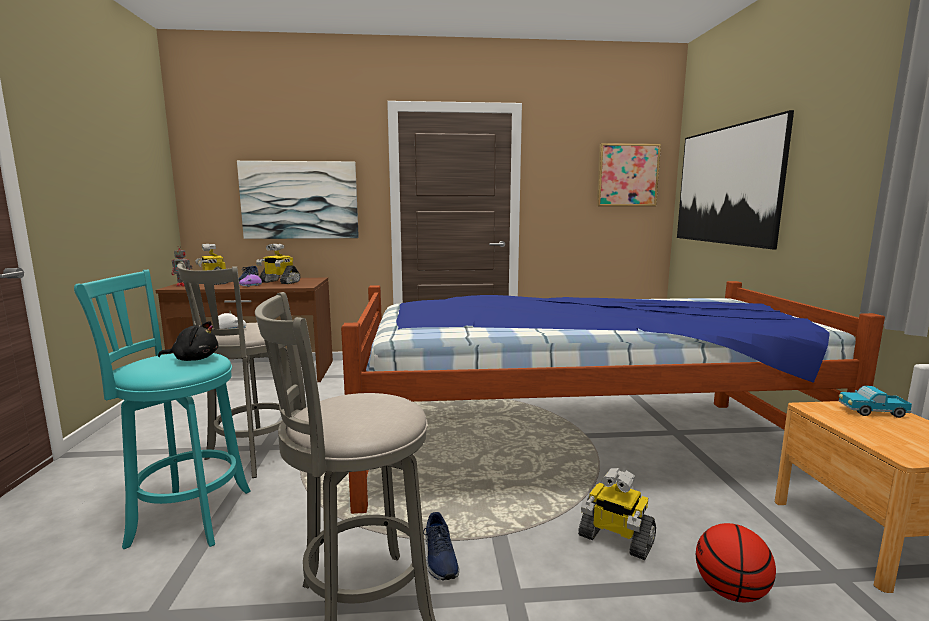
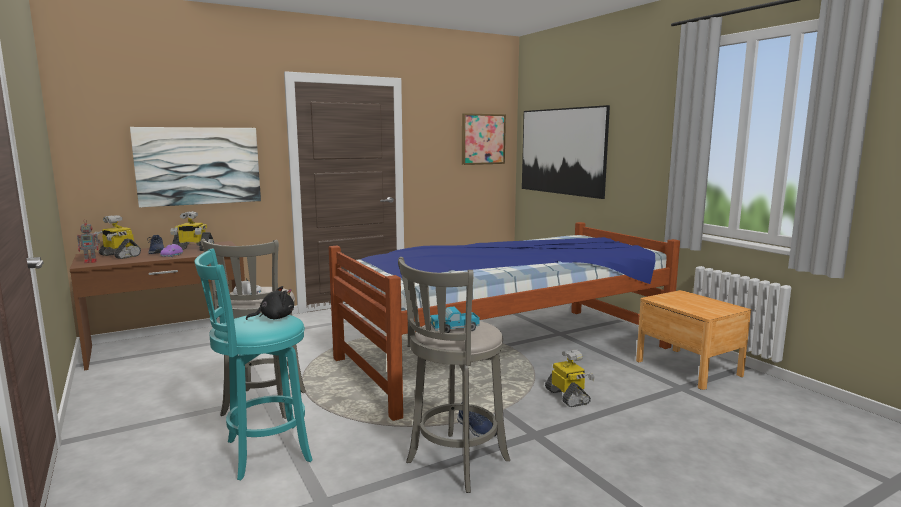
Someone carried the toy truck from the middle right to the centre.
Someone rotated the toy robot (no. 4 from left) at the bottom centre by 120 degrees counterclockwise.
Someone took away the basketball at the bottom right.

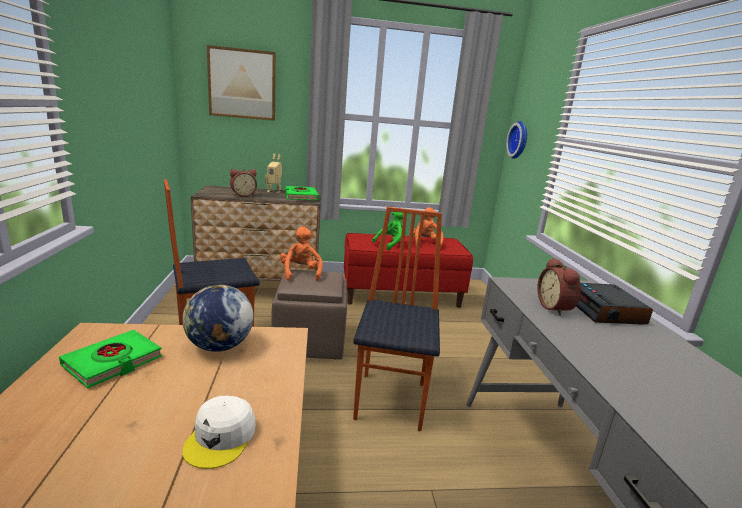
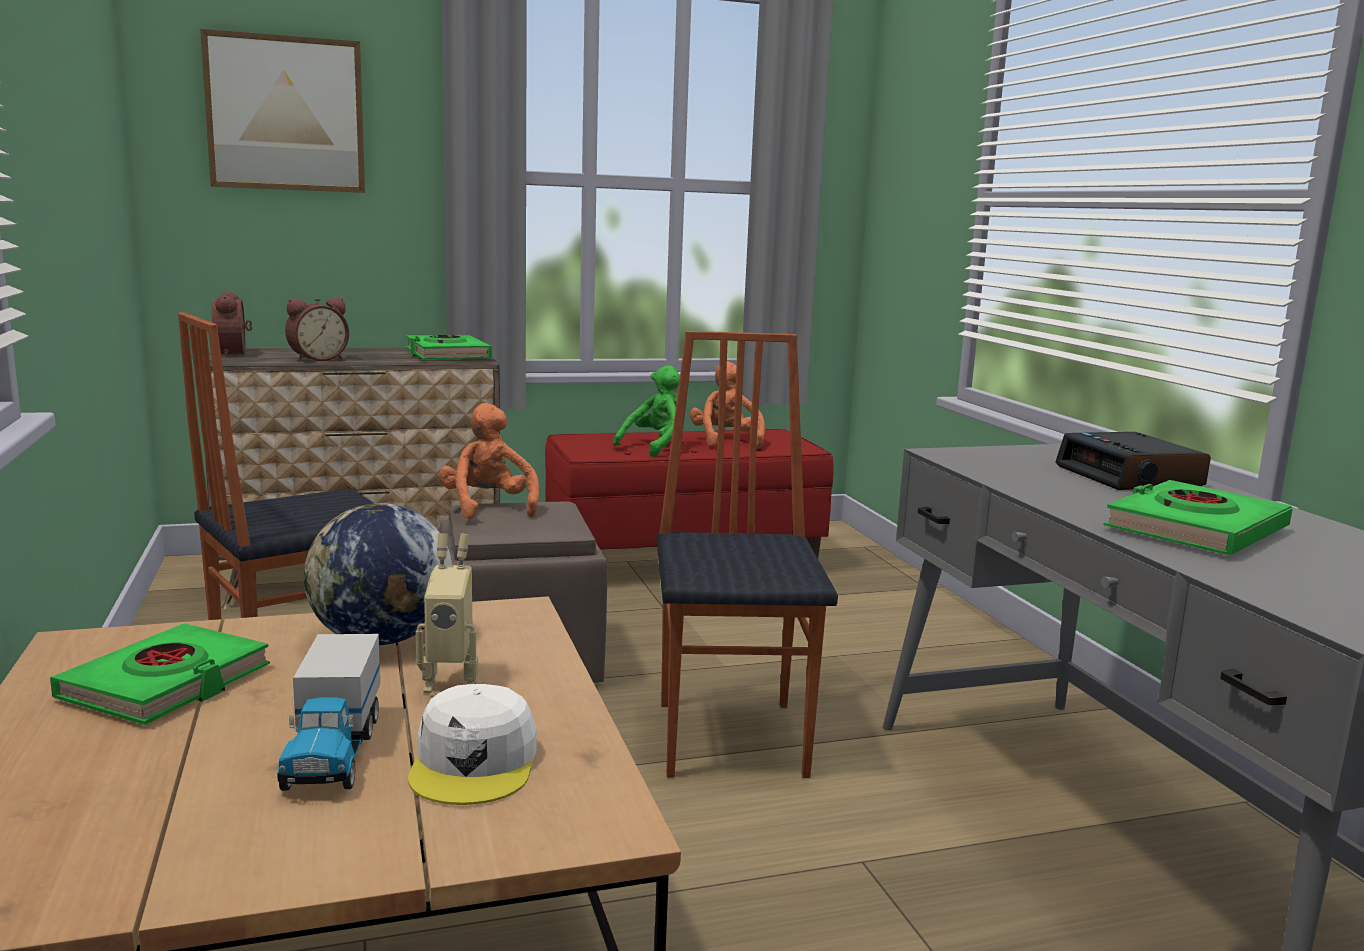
Someone took away the wall clock at the top right.
Someone carried the toy robot from the centre to the middle left.
Someone carried the alarm clock (no. 2 from left in the first image) from the middle right to the middle left.
Someone put down the green book (no. 3 from left) at the middle right.
Someone put down the toy truck at the bottom left.

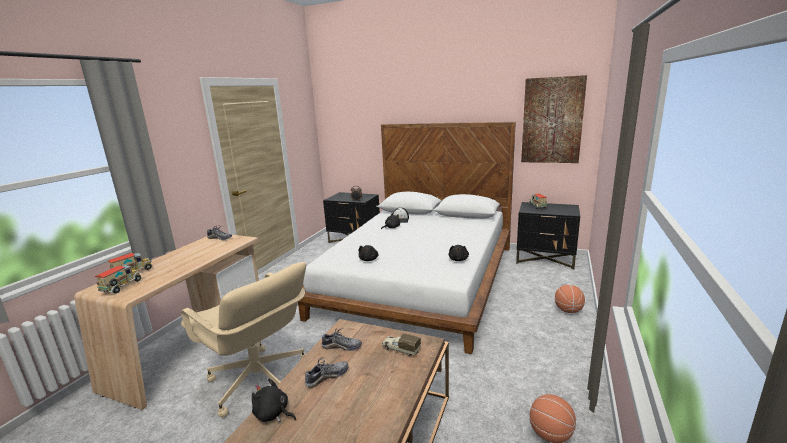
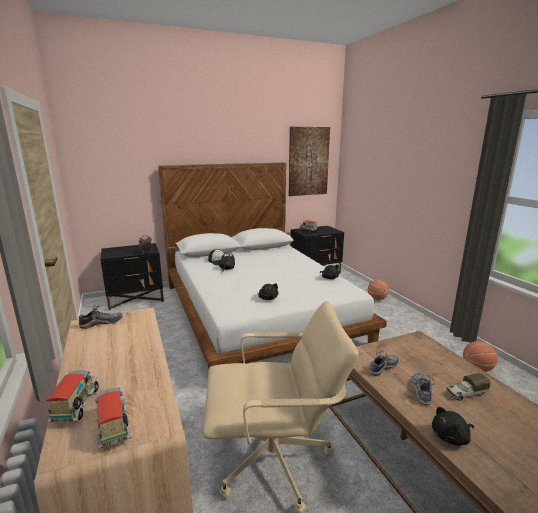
Someone carried the toy truck (no. 3 from left in the first image) from the bottom centre to the bottom right.

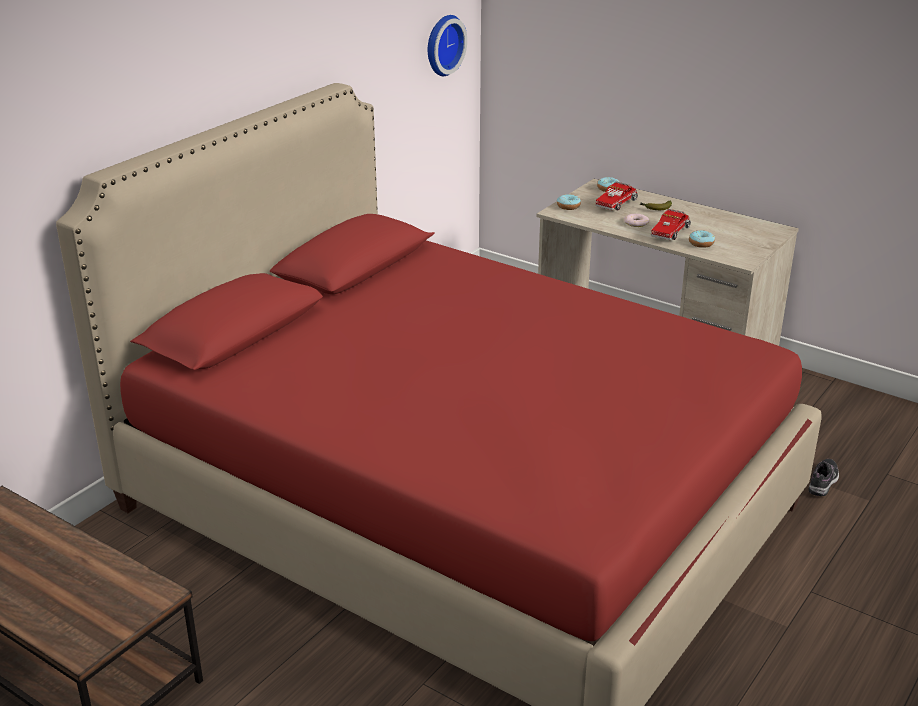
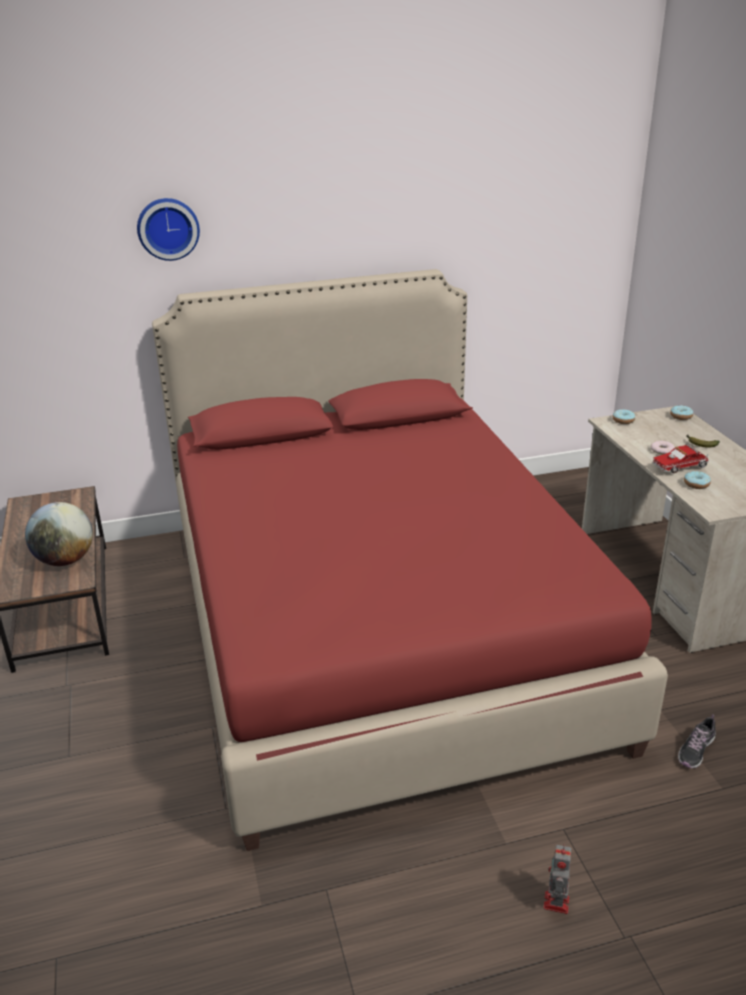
Someone carried the wall clock from the top centre to the top left.
Someone took away the toy truck (no. 1 from left) at the top right.
Someone rotated the shoe at the bottom right by 150 degrees clockwise.
Someone put down the globe at the middle left.
Someone put down the toy robot at the bottom right.

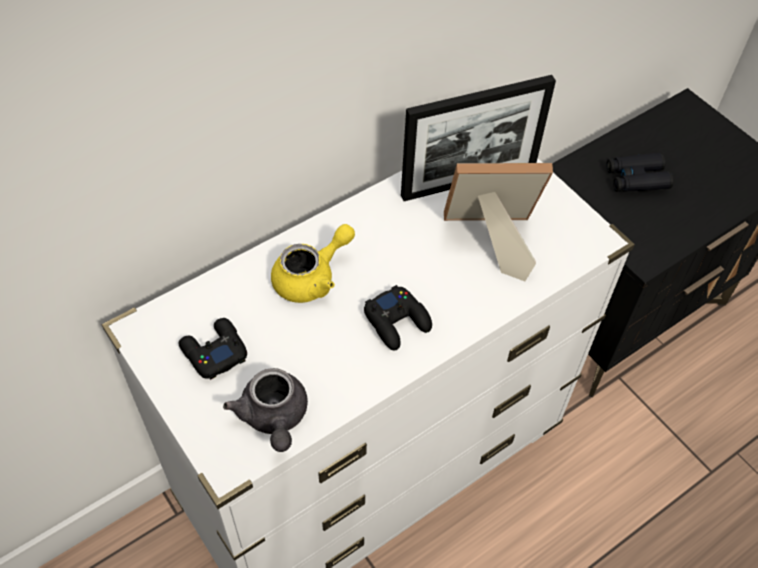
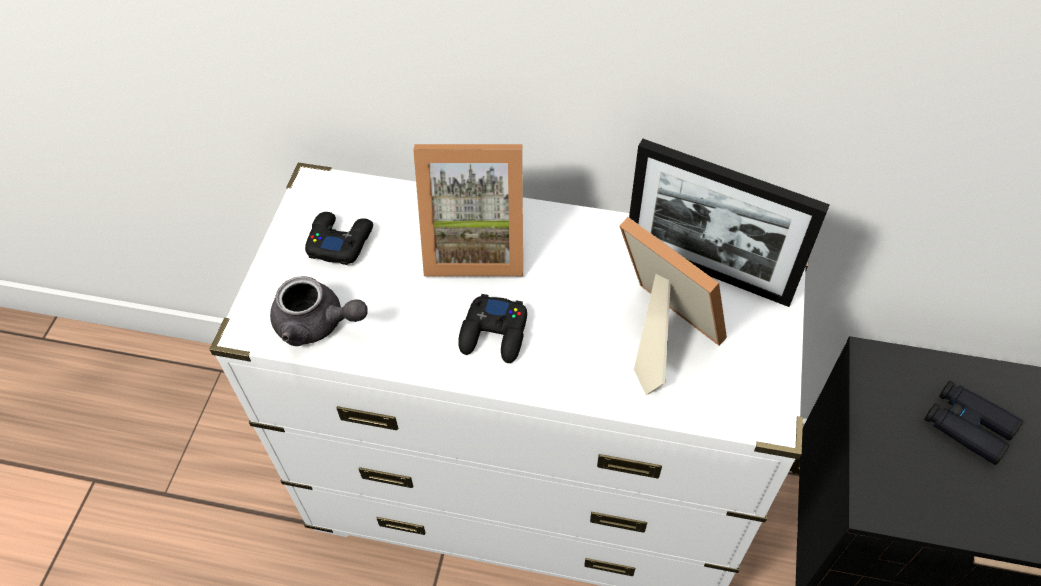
Someone swapped the yellow teapot at the centre for the picture frame (no. 1 from left) at the centre.
Someone rotated the grey teapot at the bottom centre by 105 degrees counterclockwise.

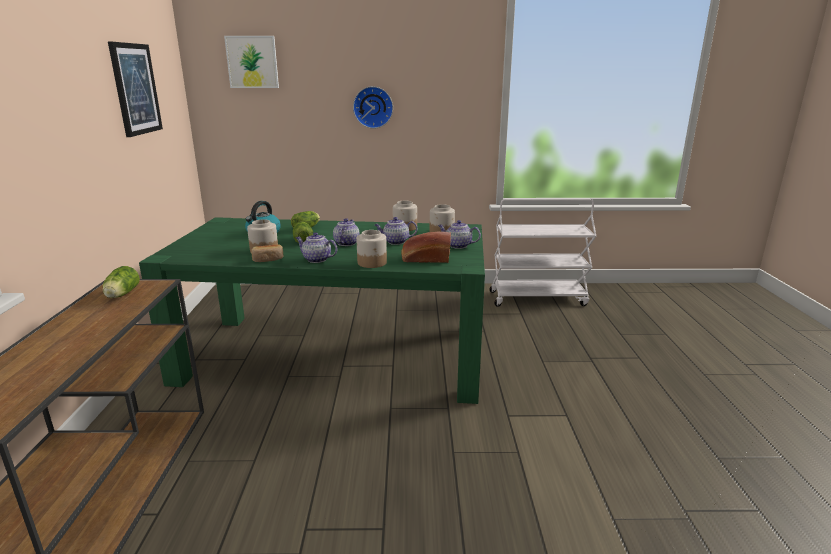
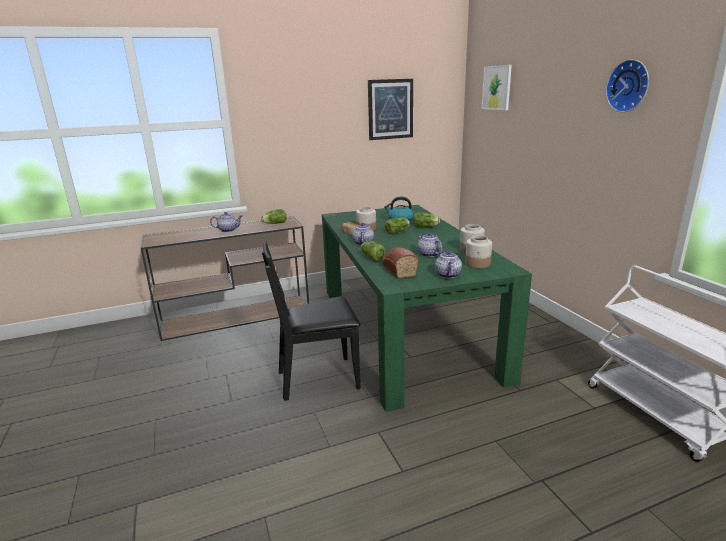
Someone carried the wall clock from the top centre to the top right.
Someone carried the teapot (no. 2 from left in the first image) from the centre to the middle left.
Someone swapped the jar (no. 2 from left) at the centre for the lettuce (no. 2 from left) at the centre.
Someone put down the black chair at the centre.

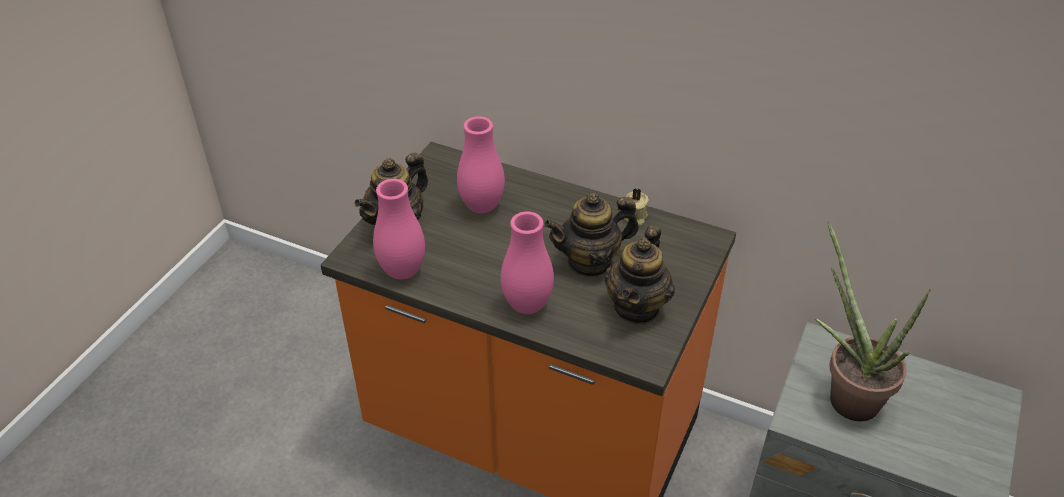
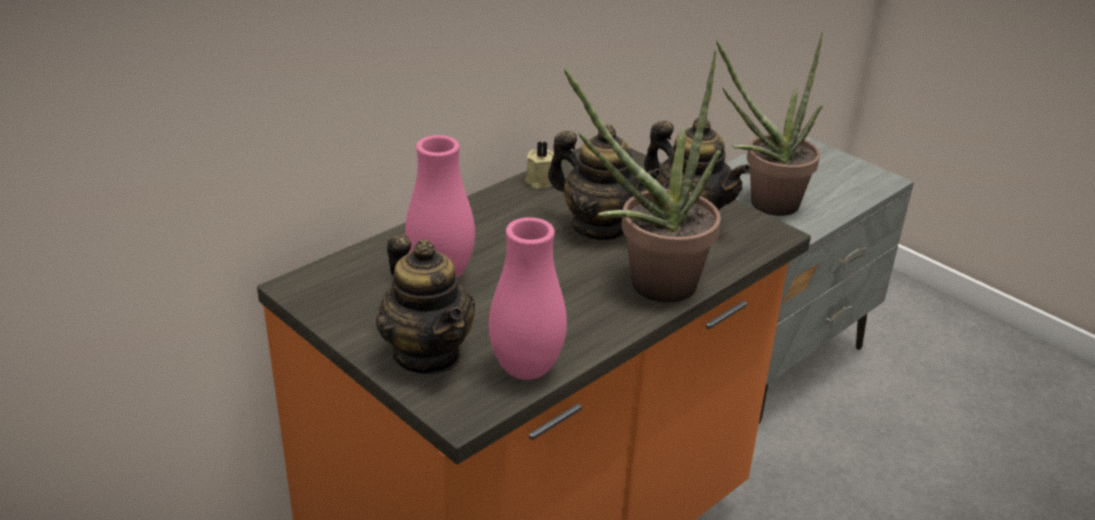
Someone rotated the teapot (no. 2 from left) at the centre by 60 degrees counterclockwise.
Someone swapped the pink vase (no. 3 from left) at the centre for the potted plant (no. 1 from left) at the centre.

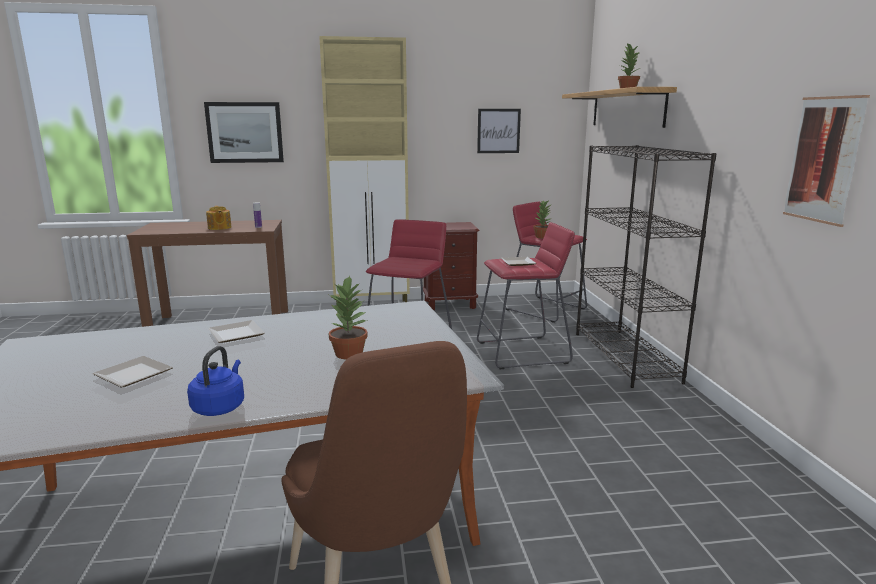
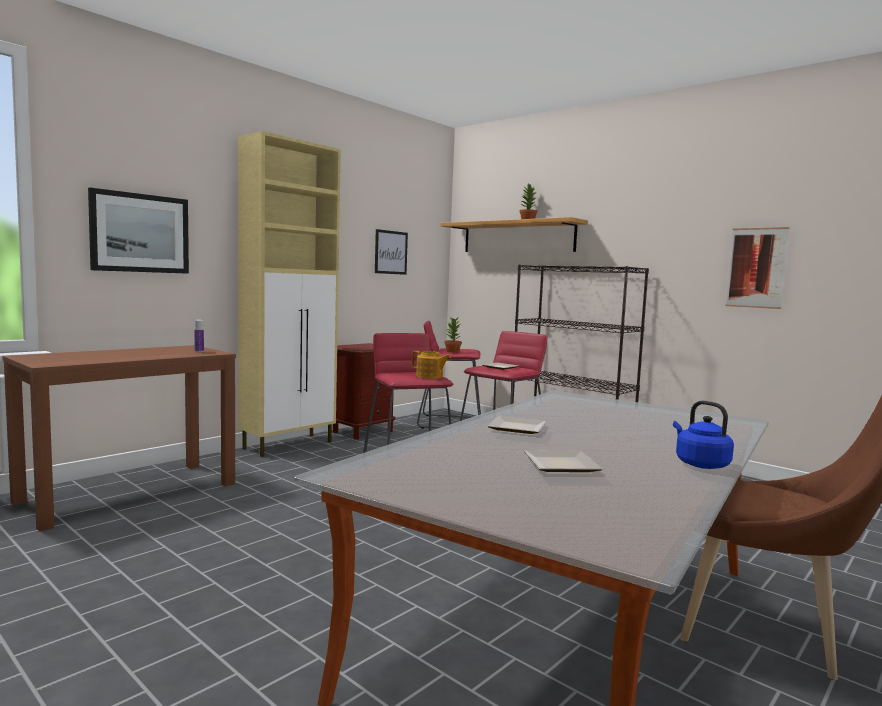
Someone carried the teapot from the middle left to the centre.
Someone took away the potted plant (no. 1 from left) at the centre.

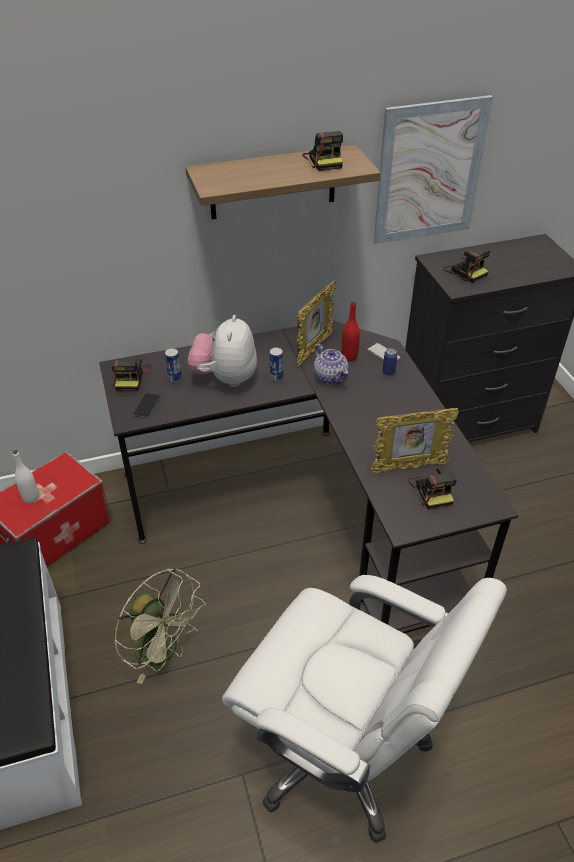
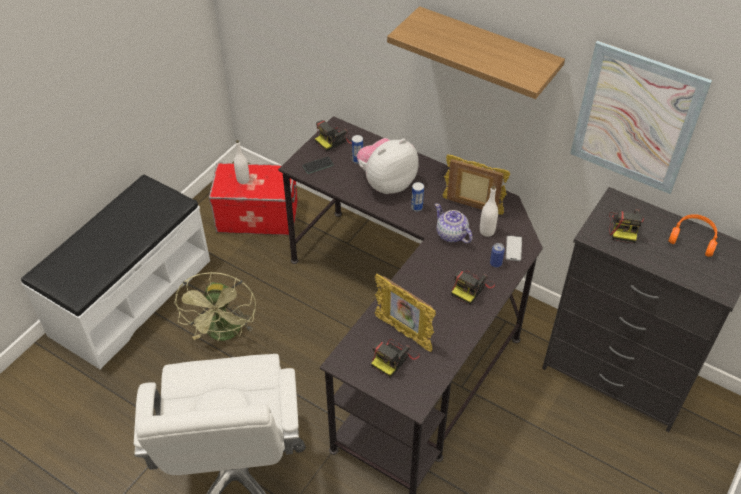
Someone carried the photo camera (no. 2 from left in the first image) from the top centre to the centre.
Someone rotated the picture frame (no. 1 from left in the first image) at the centre by 150 degrees counterclockwise.
Someone repainted the red bottle at the centre, which became the white bottle (no. 2 from left) at the centre.
Someone rotated the teapot at the centre by 120 degrees clockwise.
Someone put down the orange headphones at the middle right.

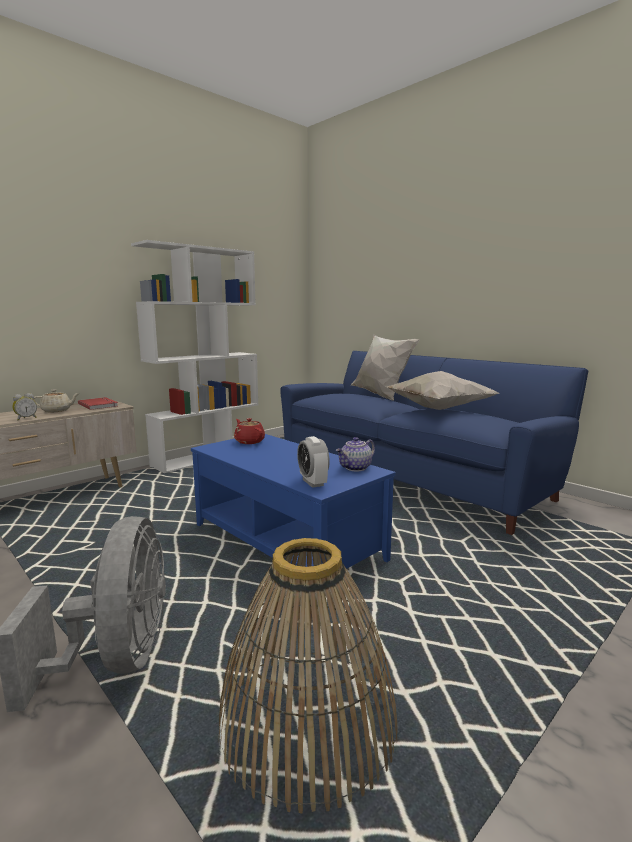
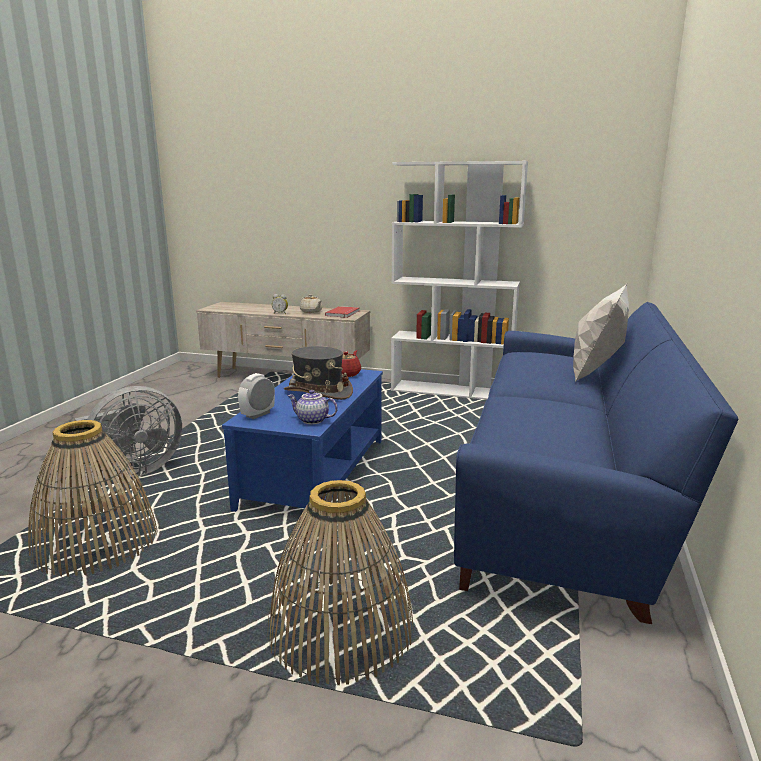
Someone took away the white pillow (no. 2 from left) at the middle right.
Someone put down the grey hat at the centre.
Someone put down the basket (no. 2 from left) at the bottom centre.

